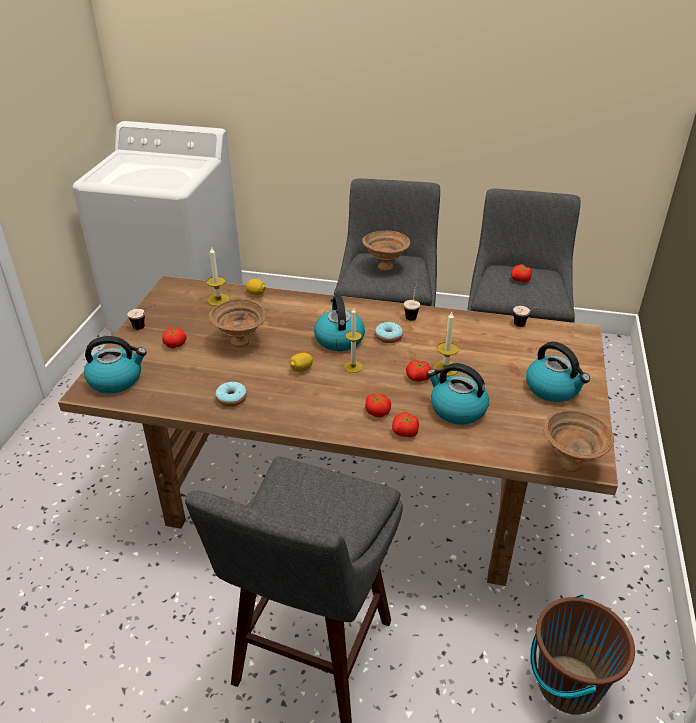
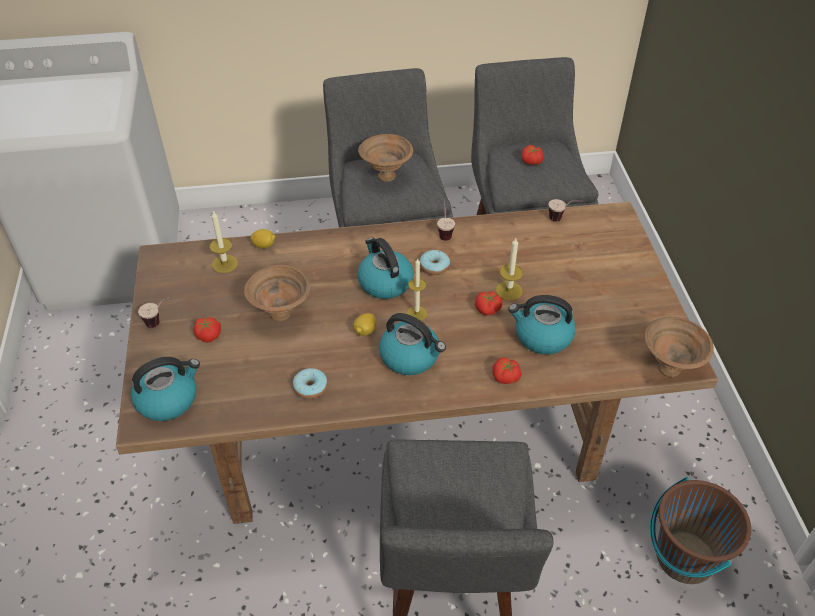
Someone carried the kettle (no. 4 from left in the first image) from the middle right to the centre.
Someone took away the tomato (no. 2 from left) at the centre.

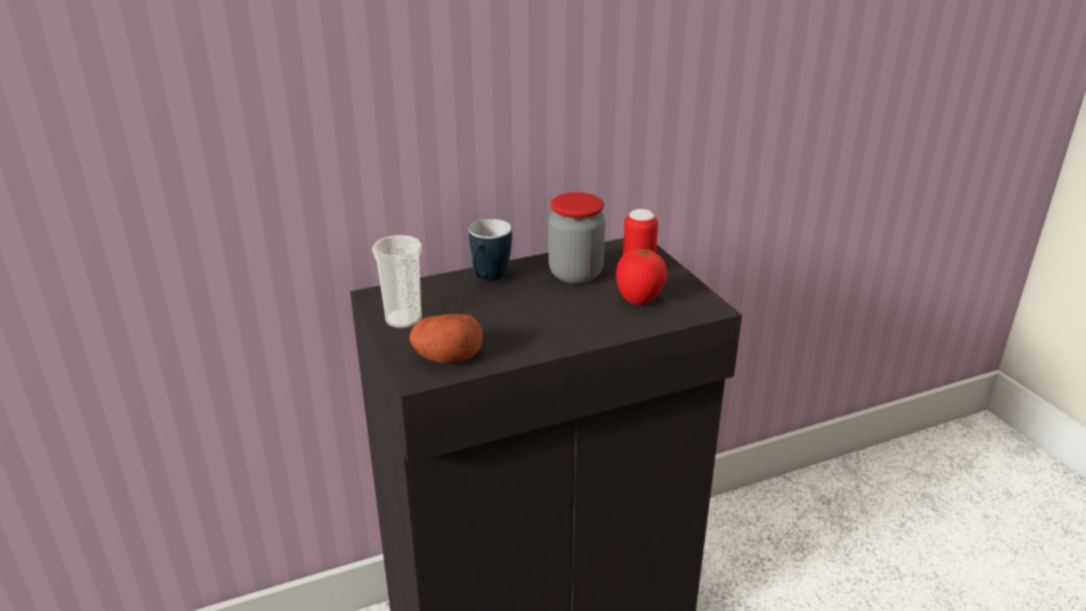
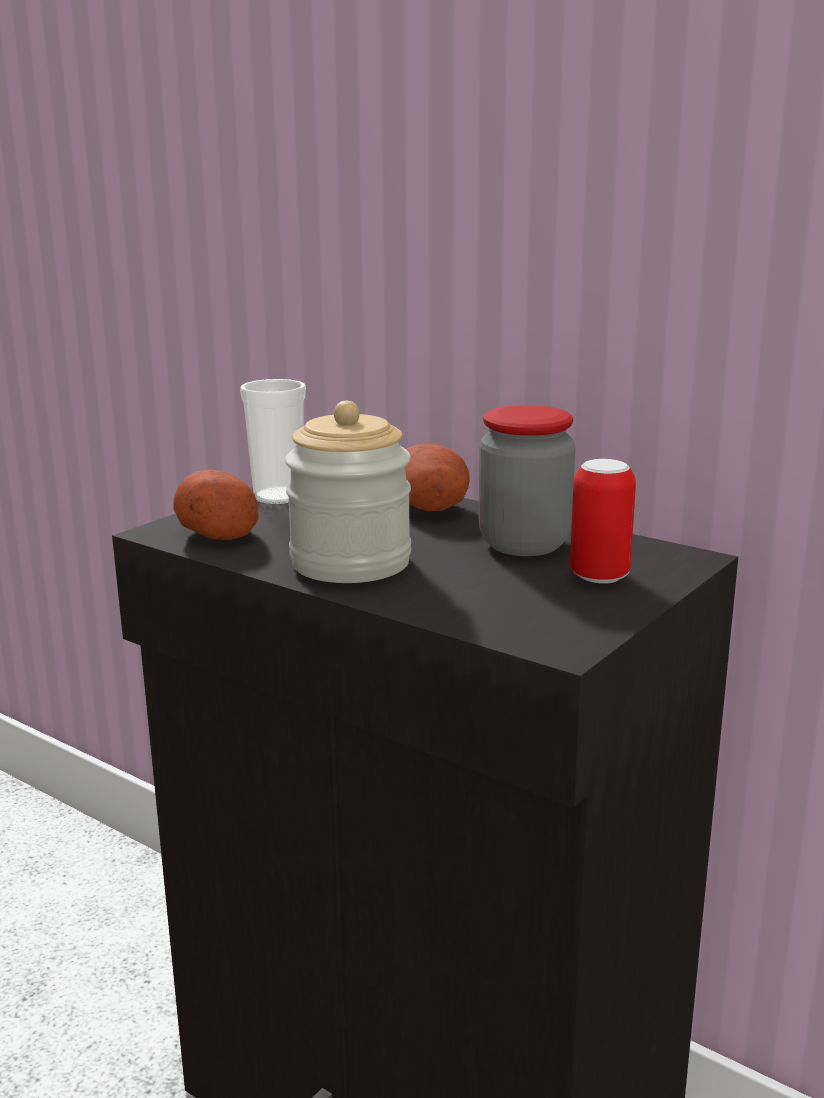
Someone swapped the mug at the centre for the potato (no. 2 from left) at the centre.
Someone took away the tomato at the centre.
Someone put down the jar (no. 1 from left) at the centre.

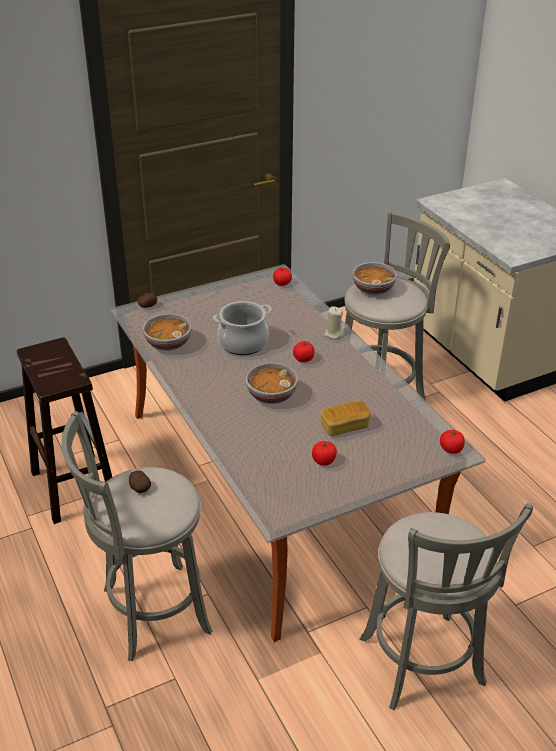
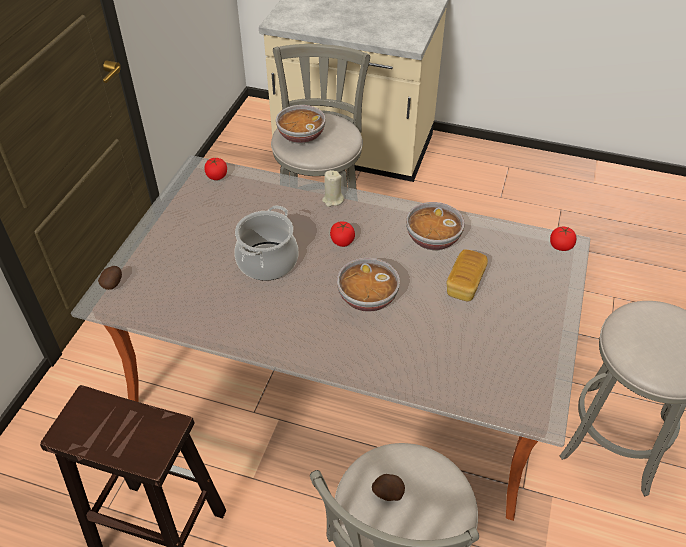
Someone carried the bowl (no. 1 from left in the first image) from the middle left to the centre.
Someone took away the tomato (no. 3 from left) at the centre.

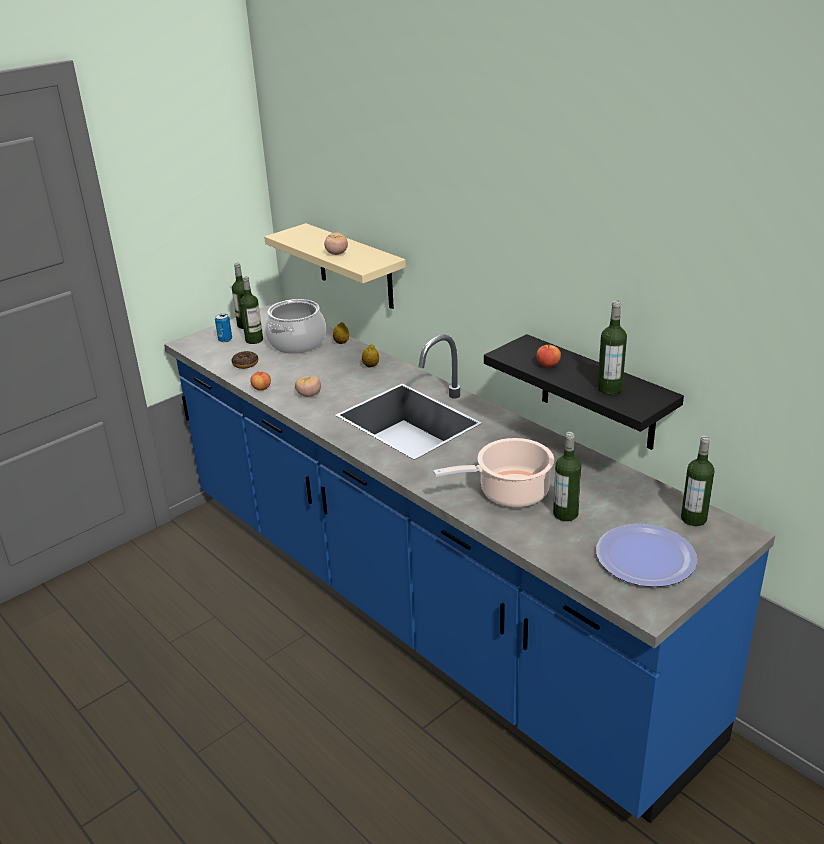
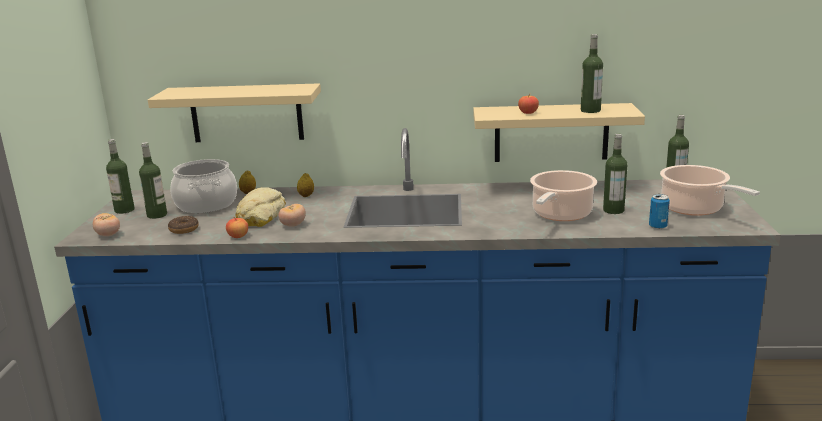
Someone carried the tomato (no. 2 from left in the first image) from the top centre to the middle left.
Someone carried the can from the middle left to the middle right.
Someone repainted the black shelf at the middle right, which became the beige shelf (no. 2 from left) at the top right.
Someone swapped the plate at the middle right for the cooking pot (no. 3 from left) at the middle right.
Someone put down the bread at the middle left.

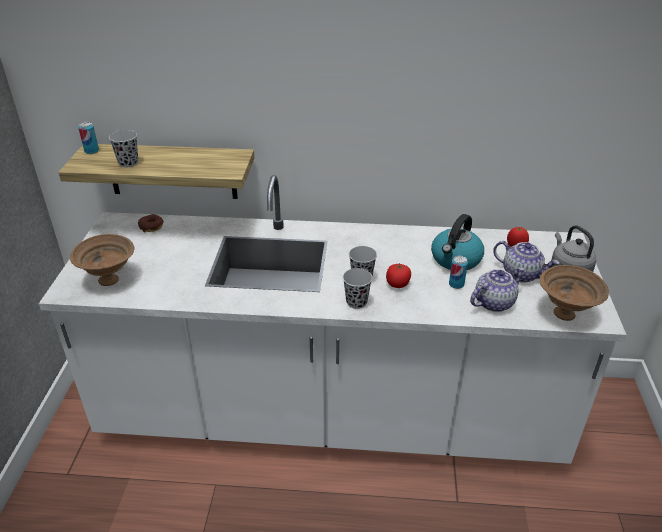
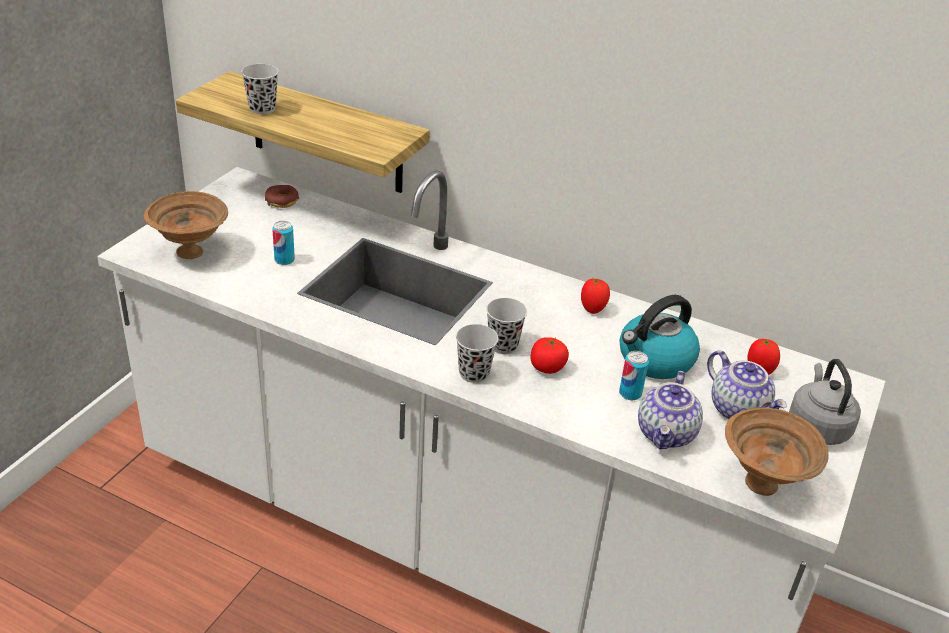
Someone carried the can (no. 1 from left) from the top left to the middle left.
Someone rotated the teapot (no. 1 from left) at the middle right by 120 degrees clockwise.
Someone put down the tomato (no. 2 from left) at the centre.

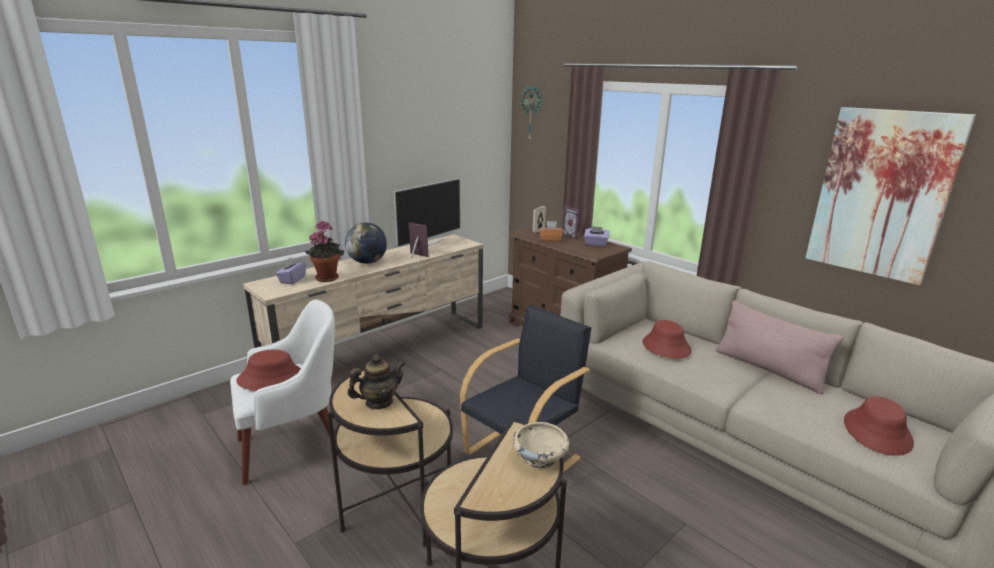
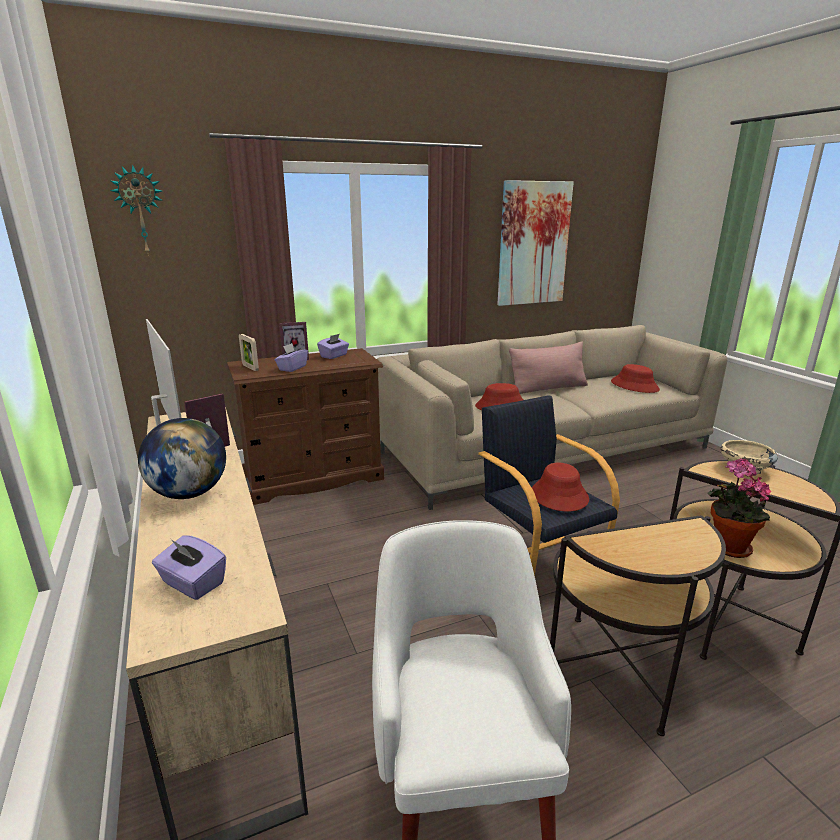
Someone carried the potted plant from the middle left to the middle right.
Someone repainted the orange tissue box at the centre, which became the purple tissue box (no. 2 from left) at the centre.
Someone carried the red hat (no. 1 from left in the first image) from the middle left to the middle right.
Someone took away the teapot at the bottom centre.

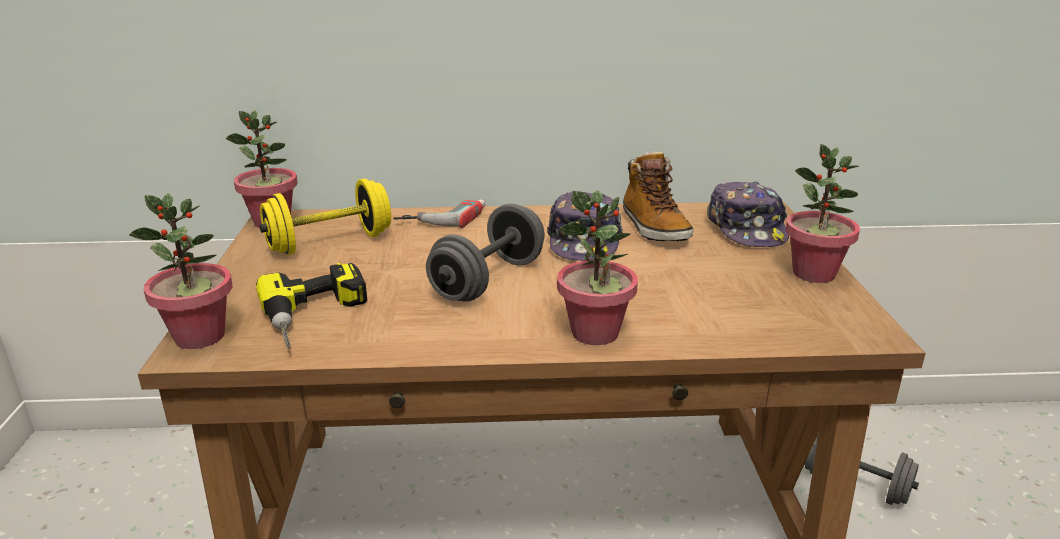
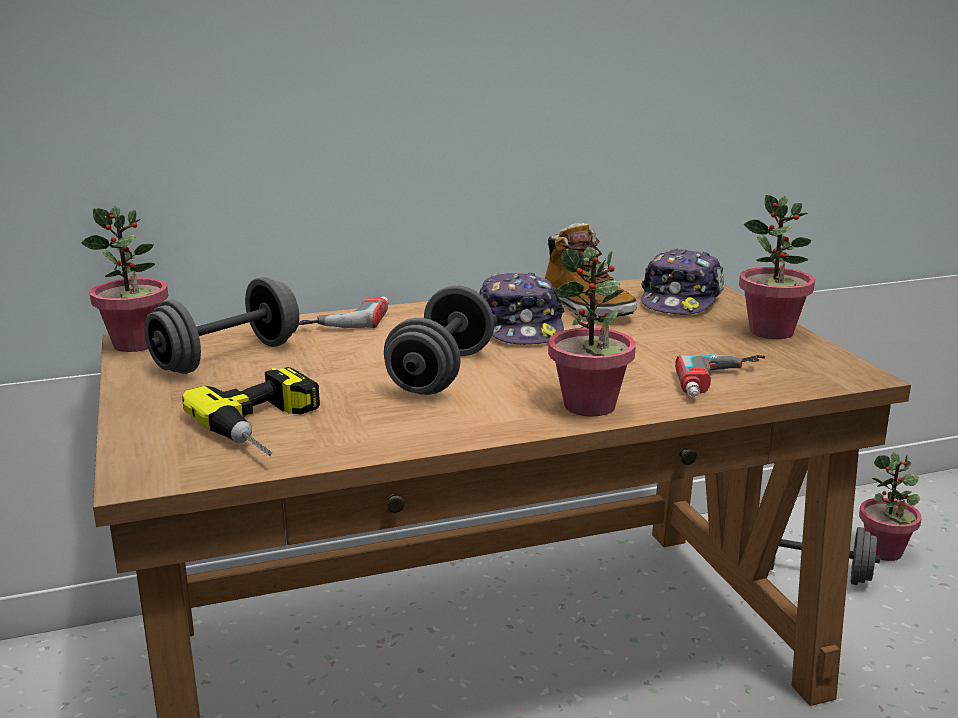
Someone repainted the yellow dumbbell at the middle left, which became the grey dumbbell (no. 1 from left) at the middle left.
Someone rotated the cap (no. 2 from left) at the middle right by 45 degrees clockwise.
Someone carried the potted plant (no. 1 from left in the first image) from the middle left to the bottom right.
Someone put down the power drill (no. 3 from left) at the middle right.

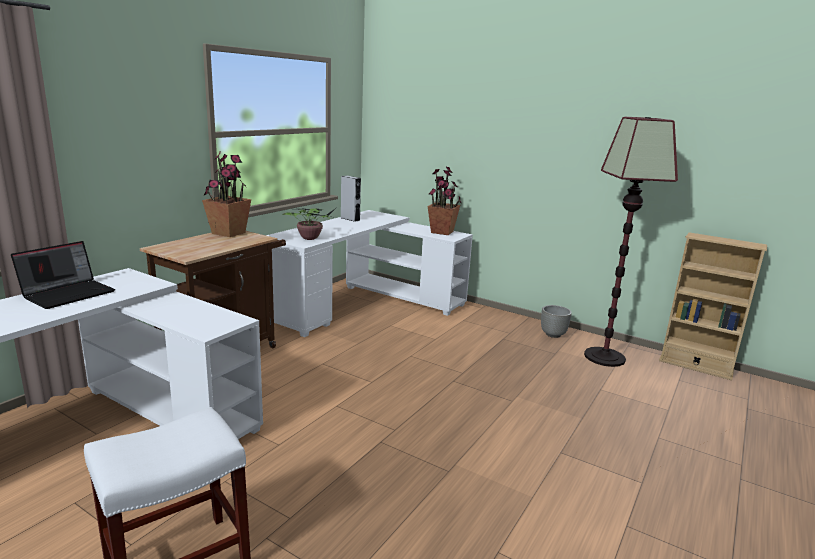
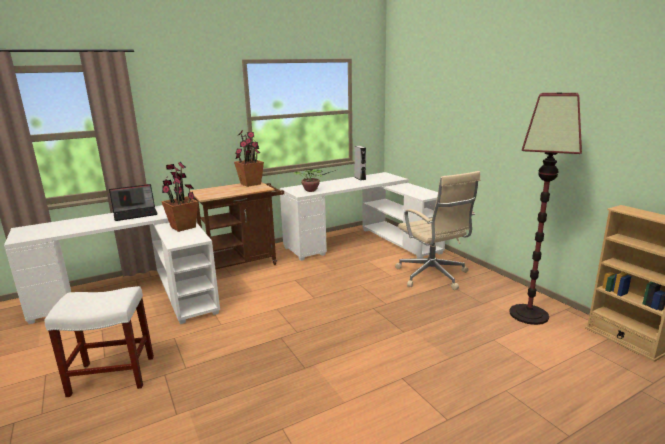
Someone carried the potted plant (no. 3 from left in the first image) from the centre to the middle left.
Someone took away the grey planter at the middle right.
Someone put down the beige office chair at the centre.

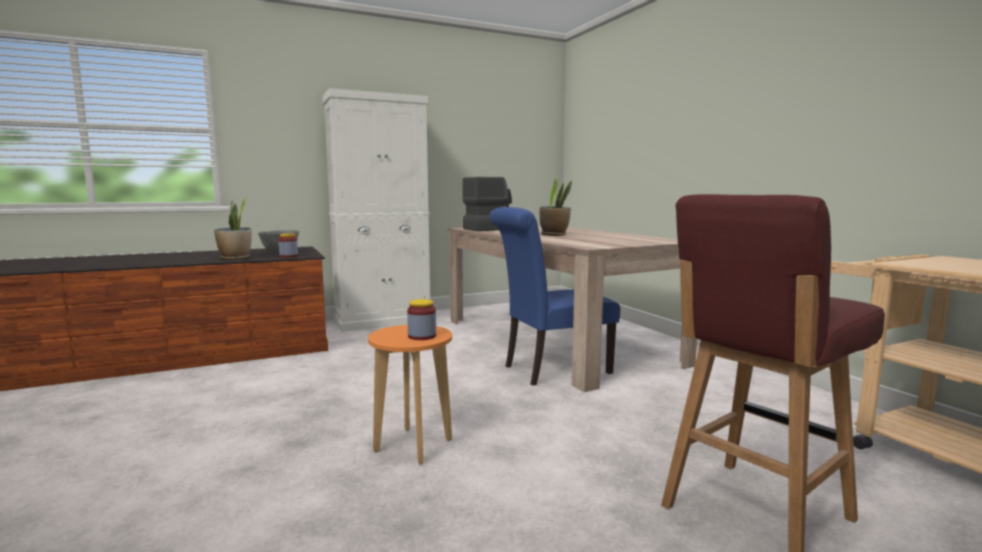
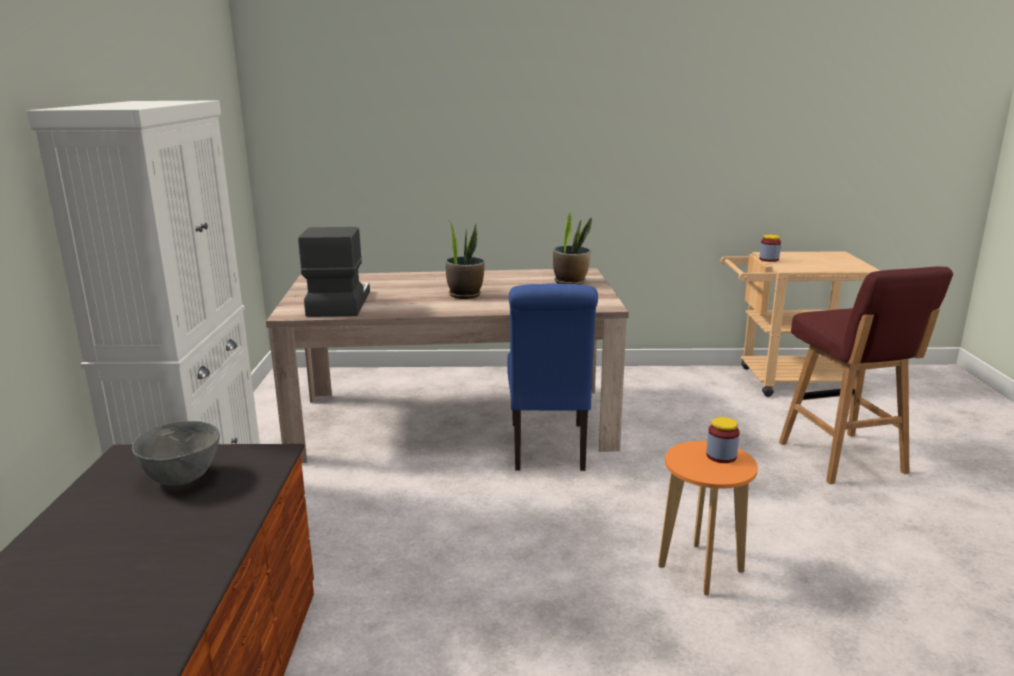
Someone carried the potted plant (no. 1 from left in the first image) from the middle left to the centre.
Someone carried the jar (no. 1 from left in the first image) from the middle left to the middle right.

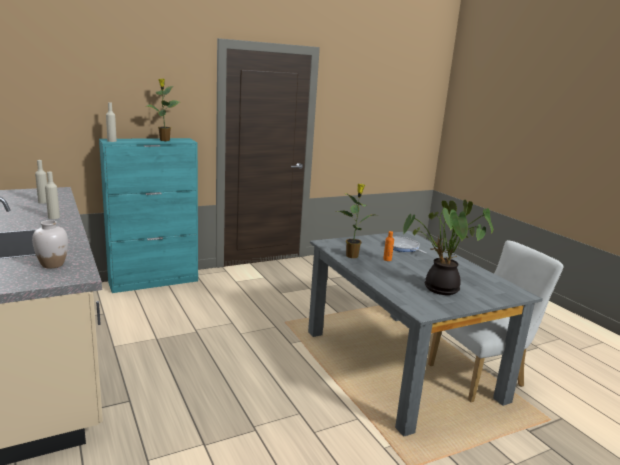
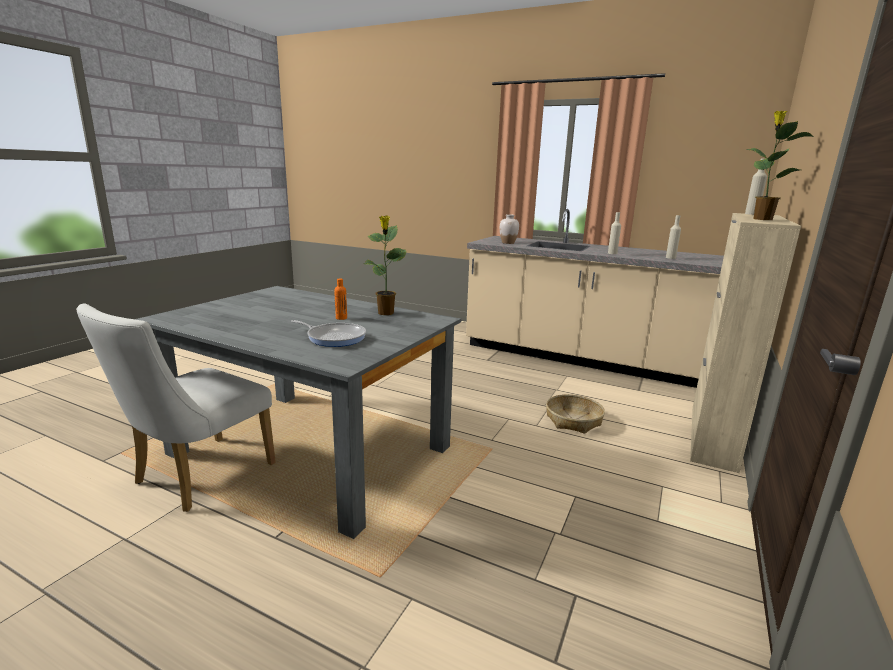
Someone repainted the turquoise cabinet at the middle left, which became the beige cabinet at the middle right.
Someone took away the potted plant (no. 3 from left) at the middle right.
Someone put down the basket at the centre.

